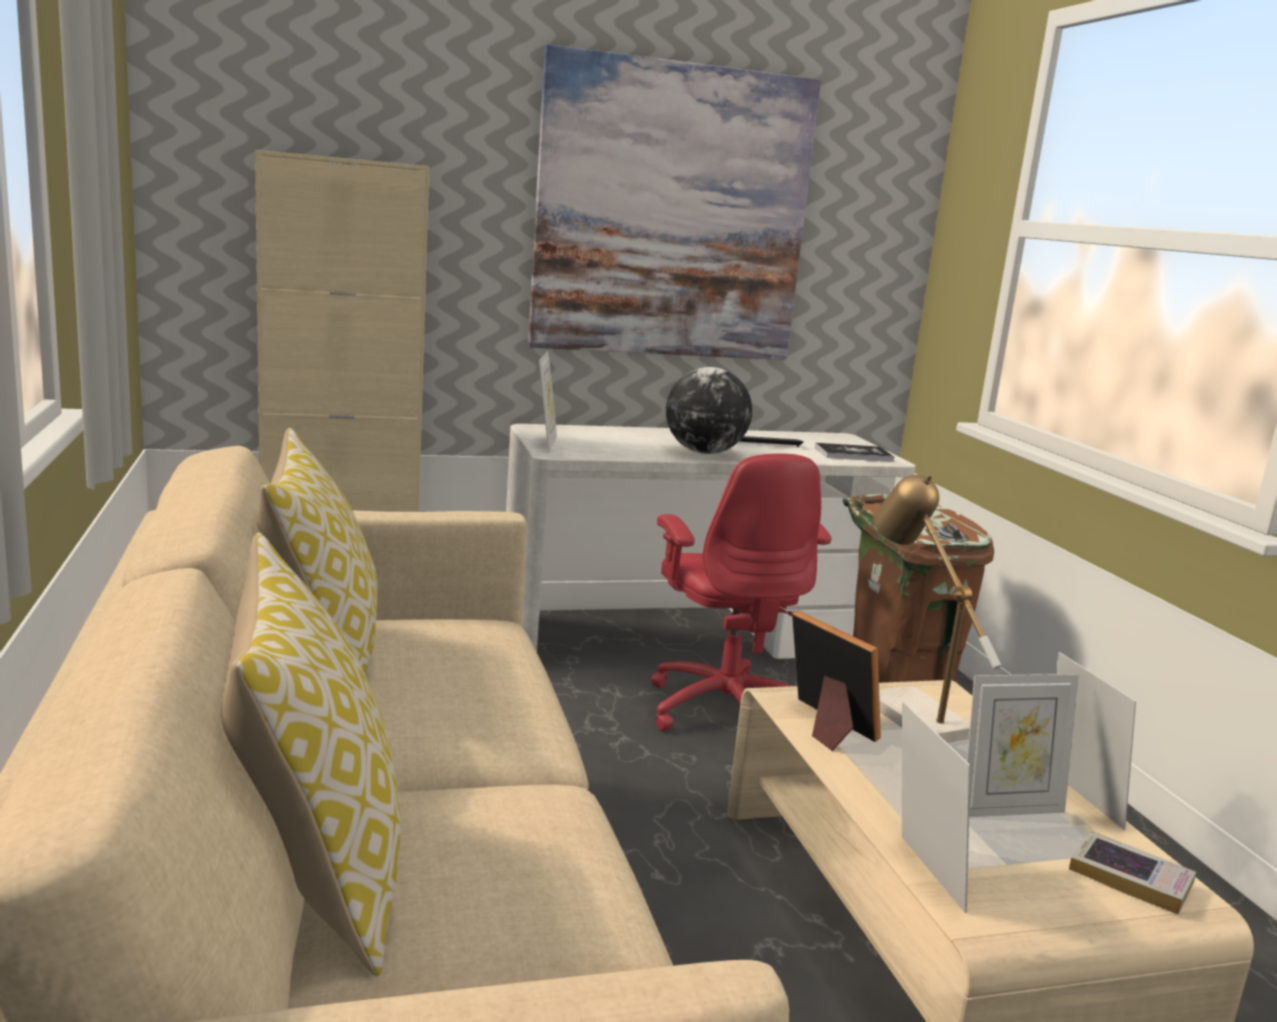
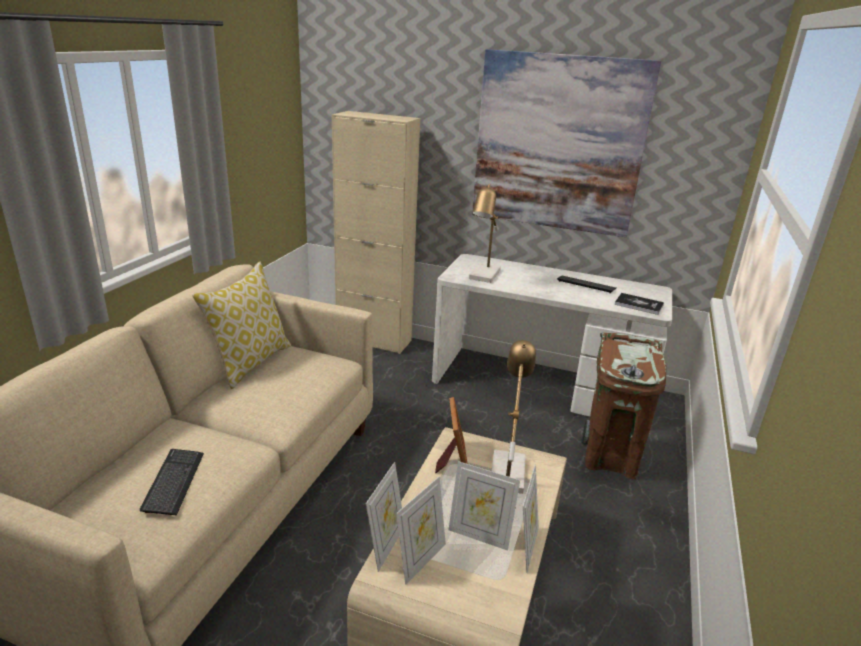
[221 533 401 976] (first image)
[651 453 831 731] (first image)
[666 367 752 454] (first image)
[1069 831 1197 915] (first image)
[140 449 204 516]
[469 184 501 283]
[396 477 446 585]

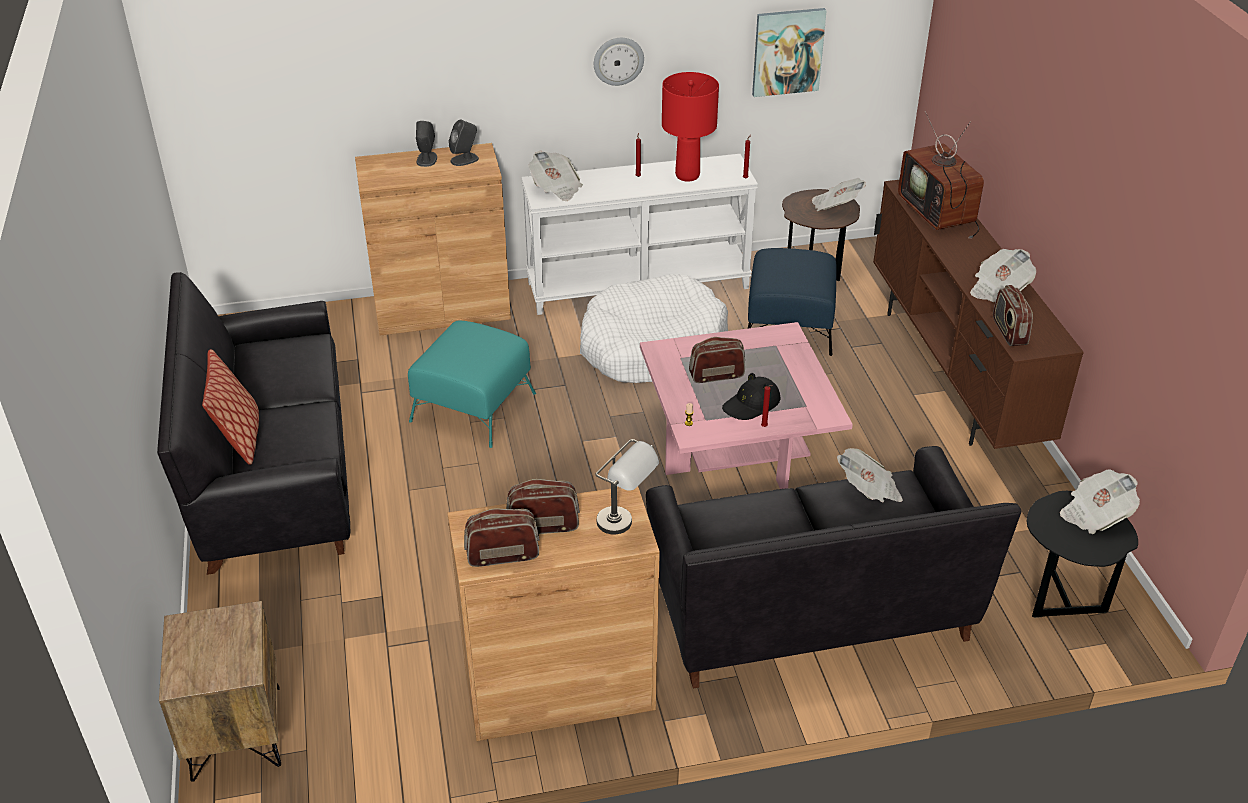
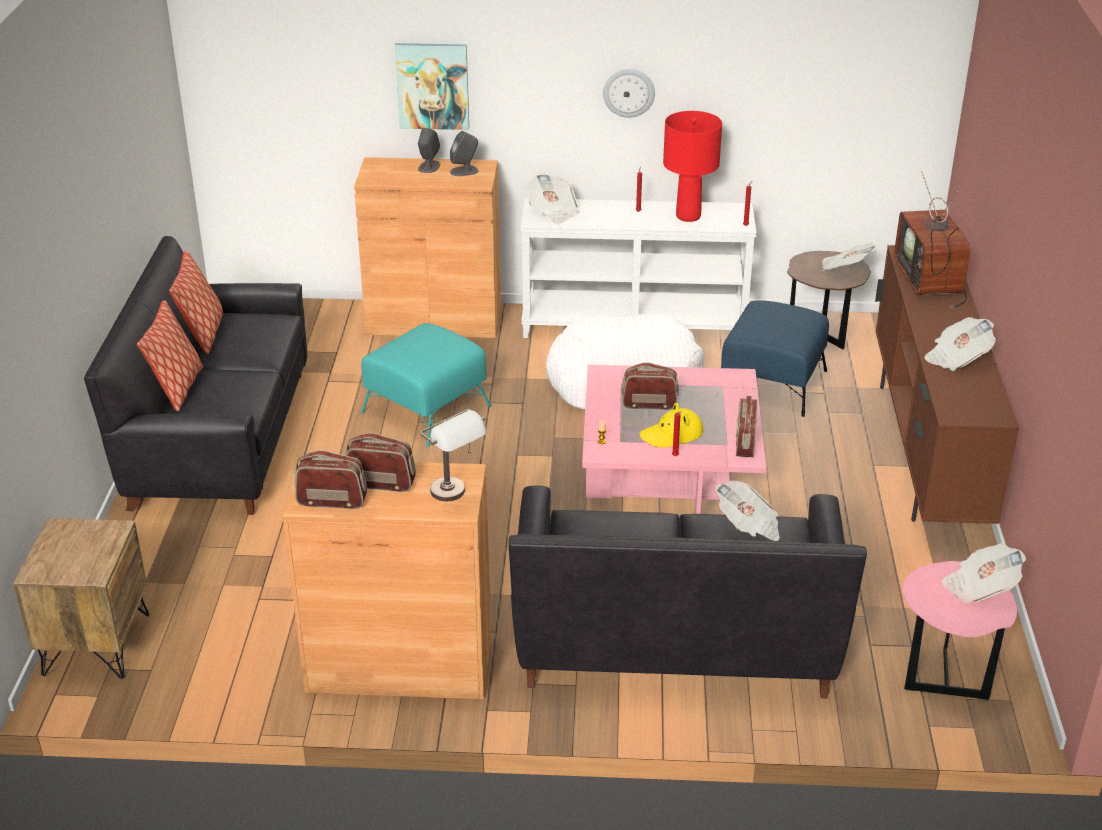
[169 251 223 354]
[395 43 469 130]
[736 396 758 457]
[640 403 703 448]
[902 561 1017 700]

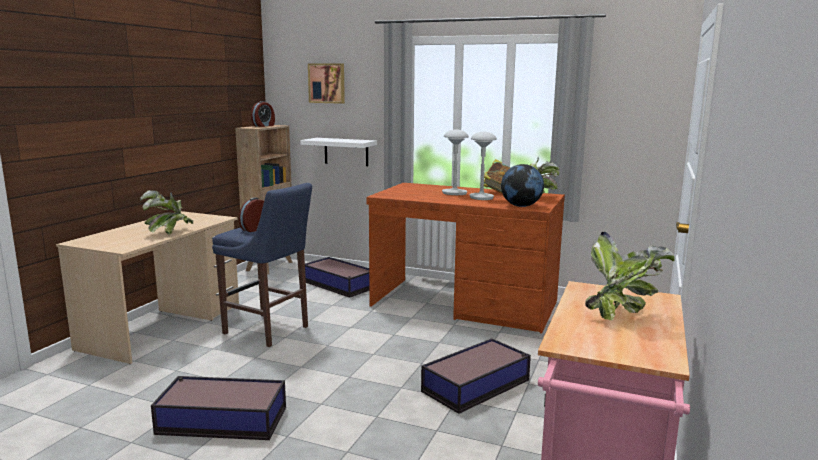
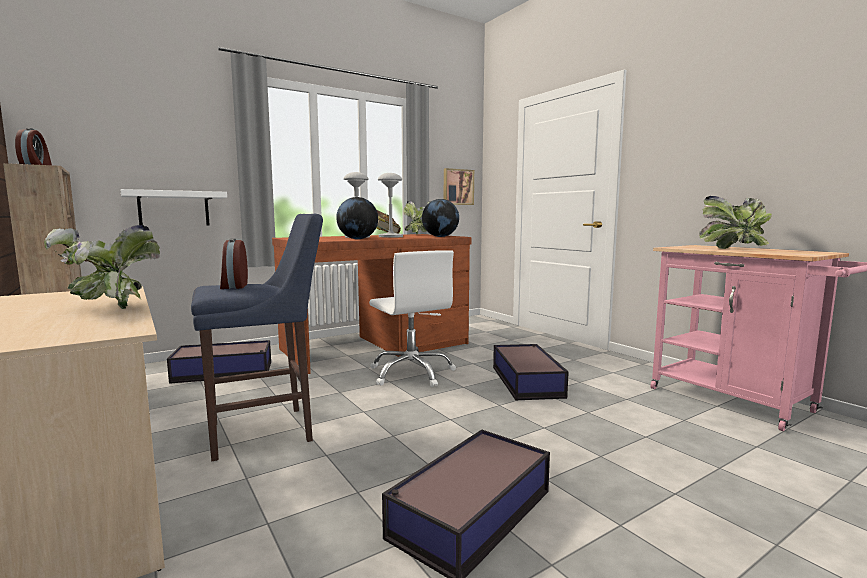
[336 197 378 239]
[369 250 456 387]
[444 168 474 205]

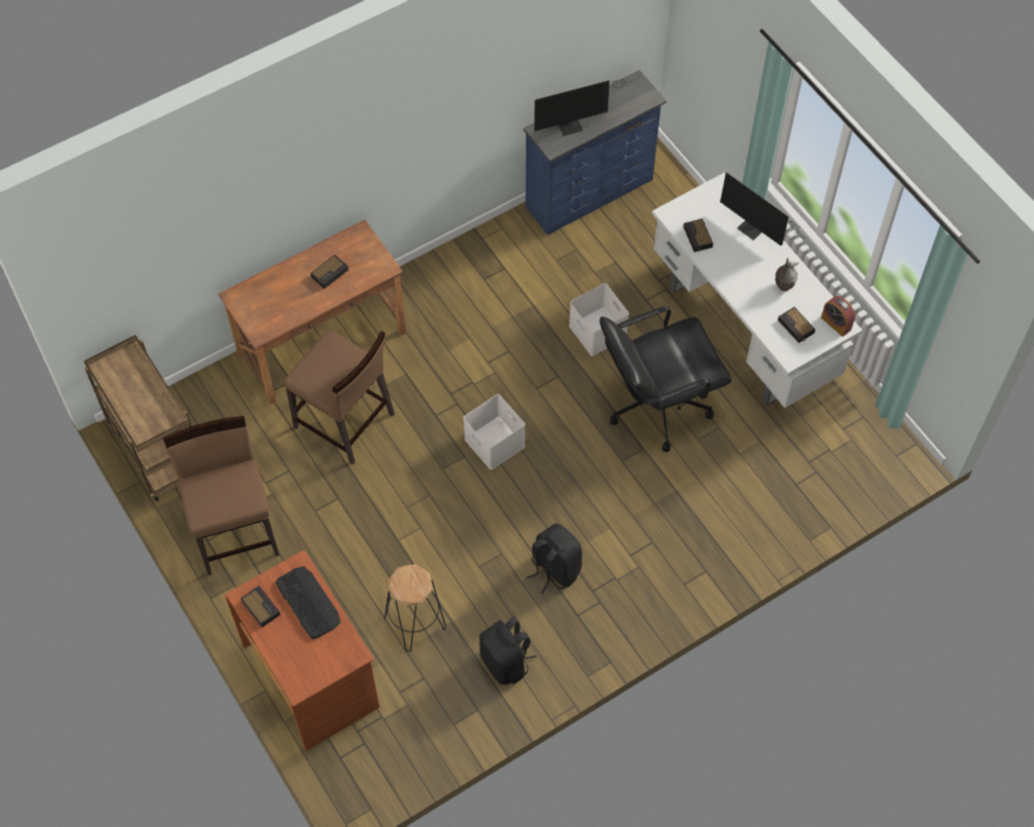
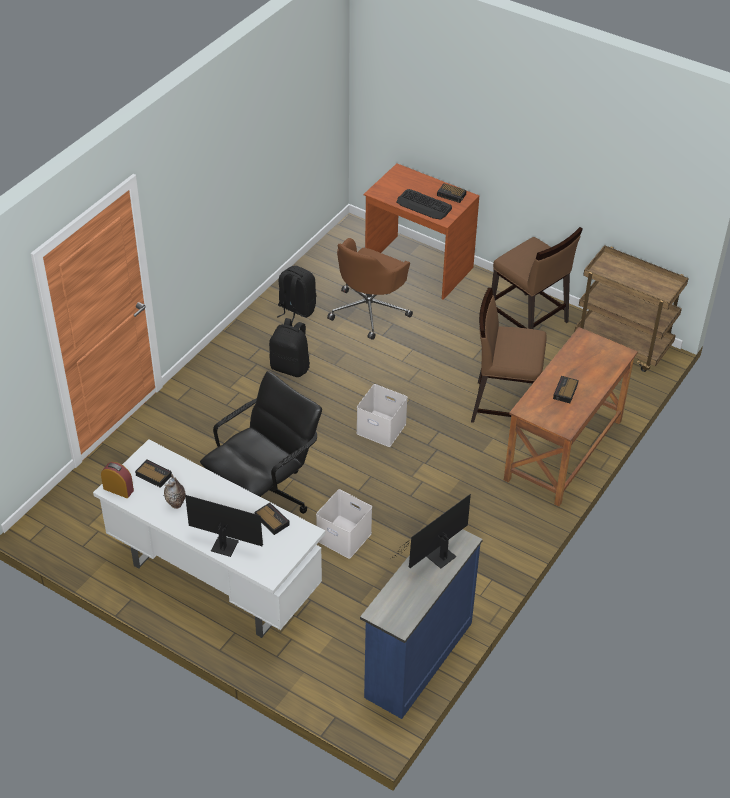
[327 238 413 340]

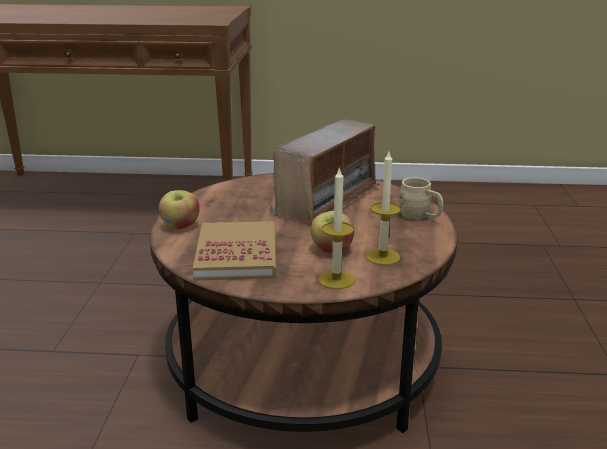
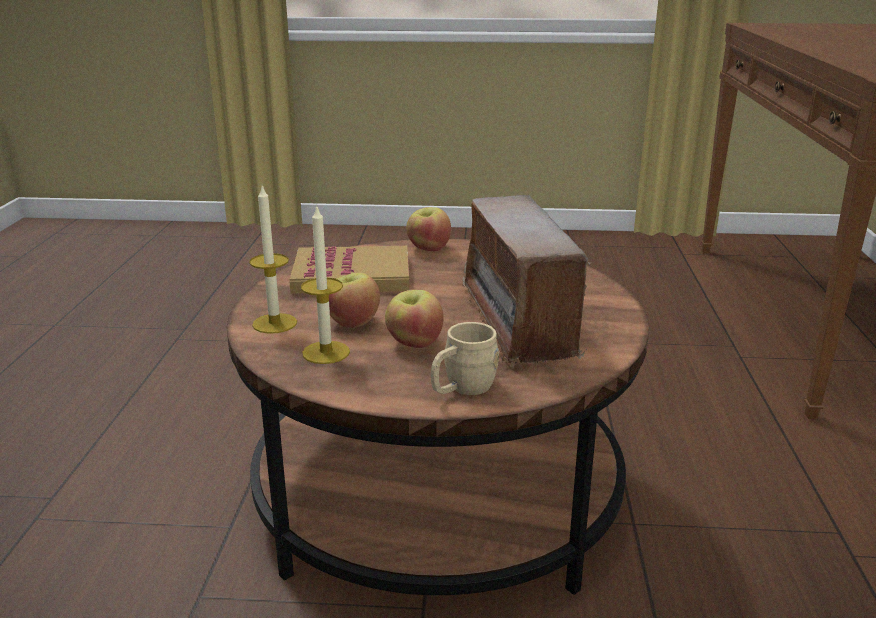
[385 290 443 348]
[462 195 591 368]

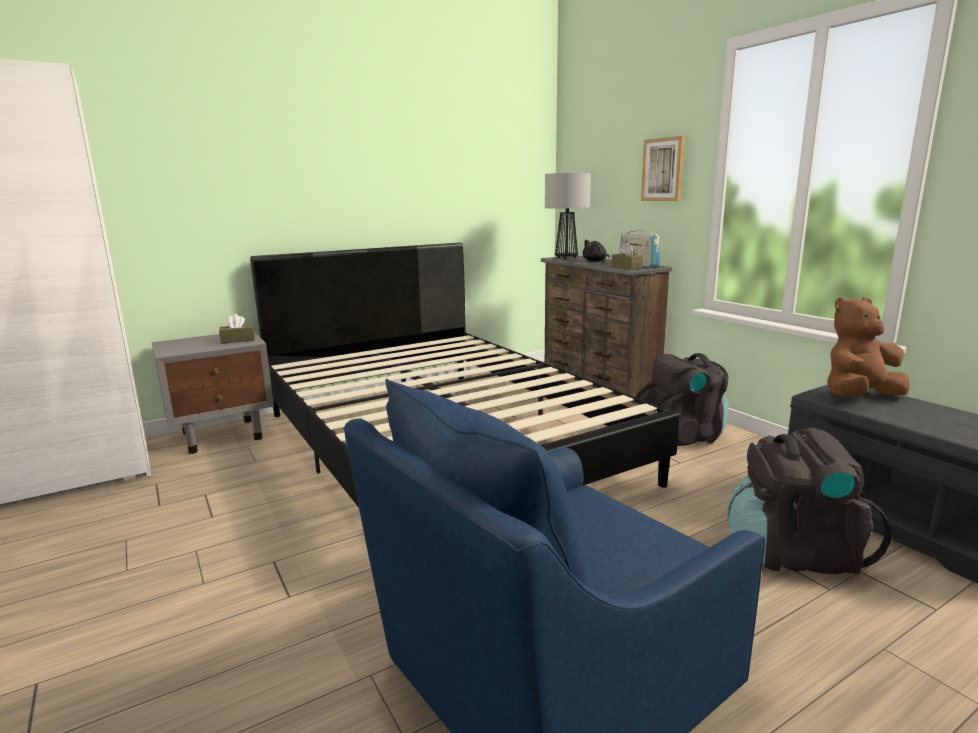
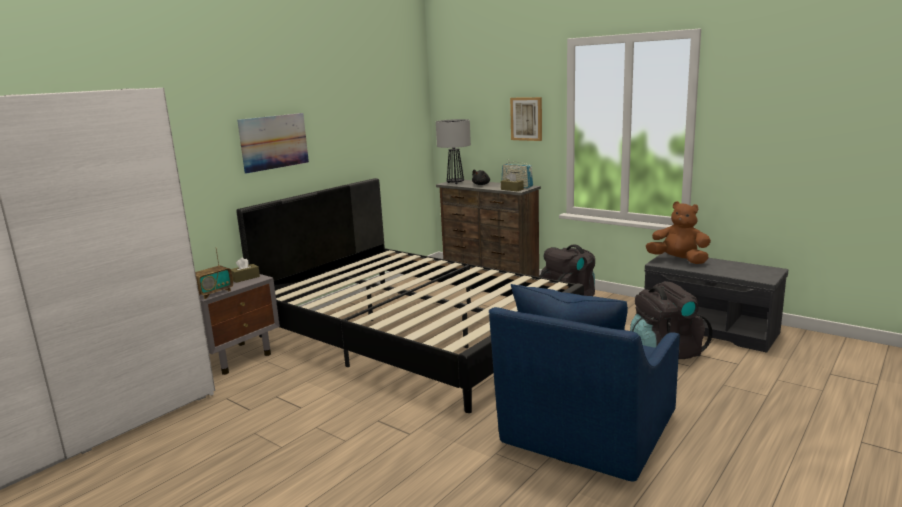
[195 248 233 299]
[237 113 309 174]
[646 201 711 264]

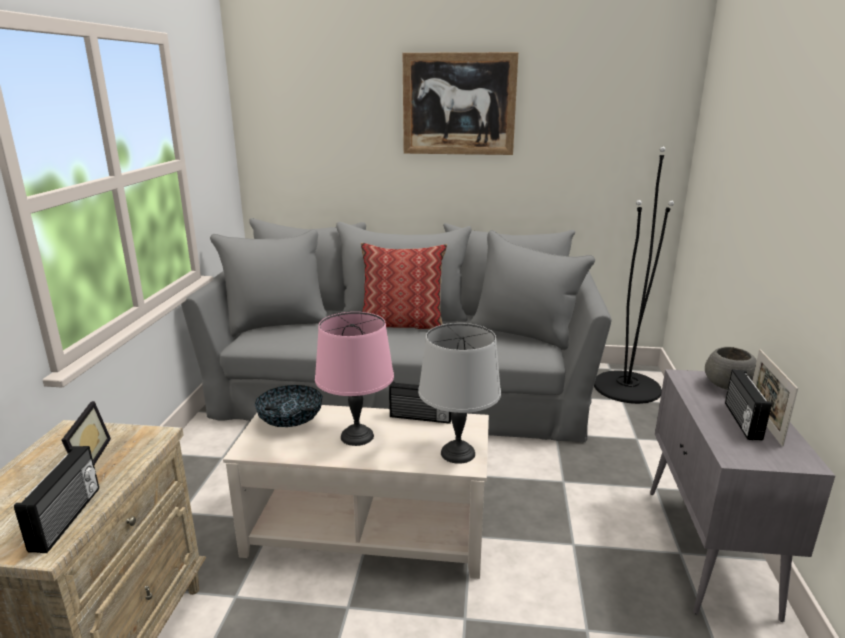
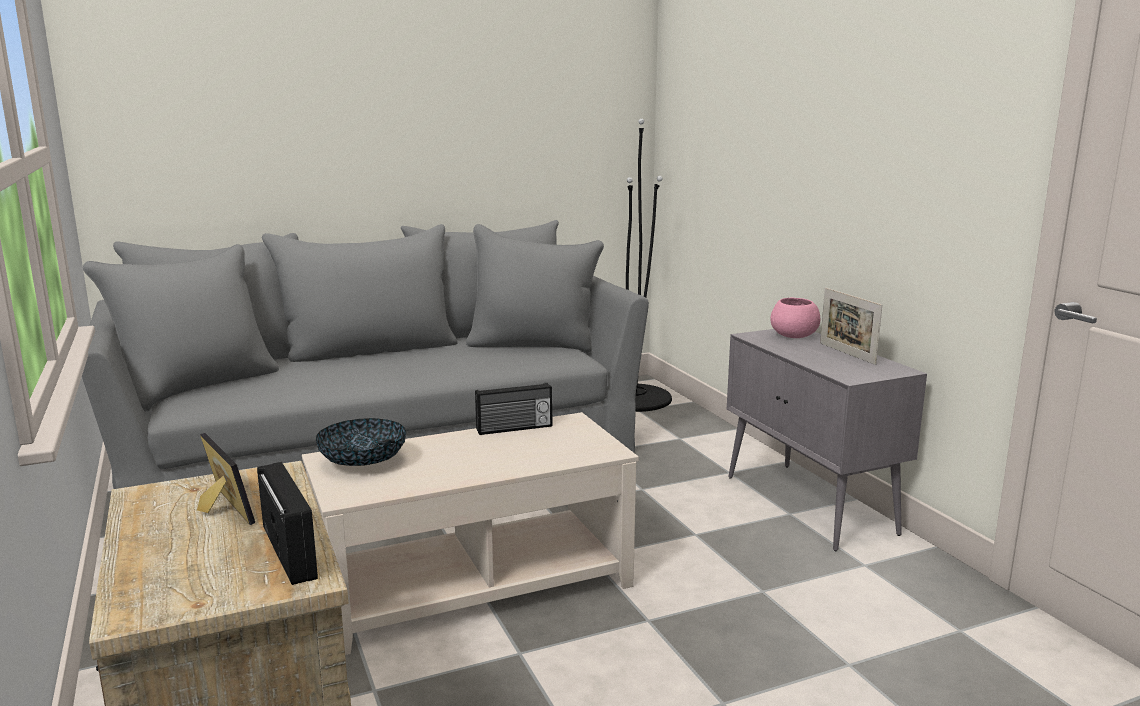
[315 312 394 446] (first image)
[361 243 447 329] (first image)
[403 52 518 155] (first image)
[418 323 501 464] (first image)
[725 369 772 441] (first image)
[770 298 820 338]

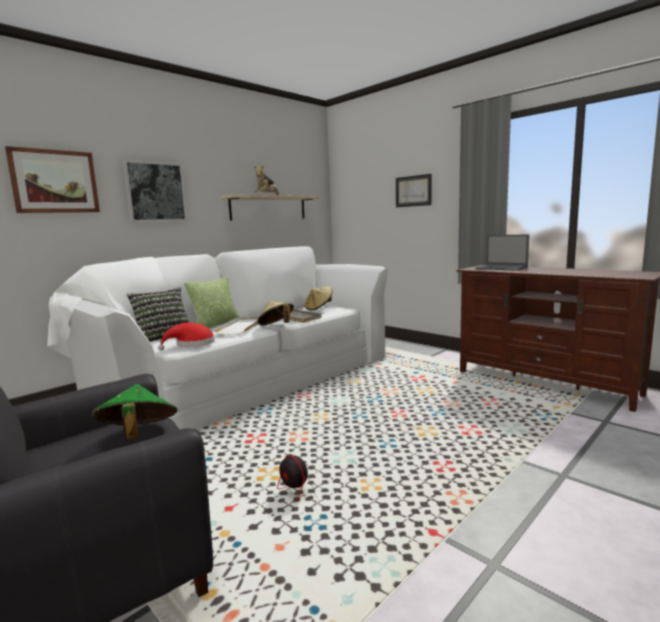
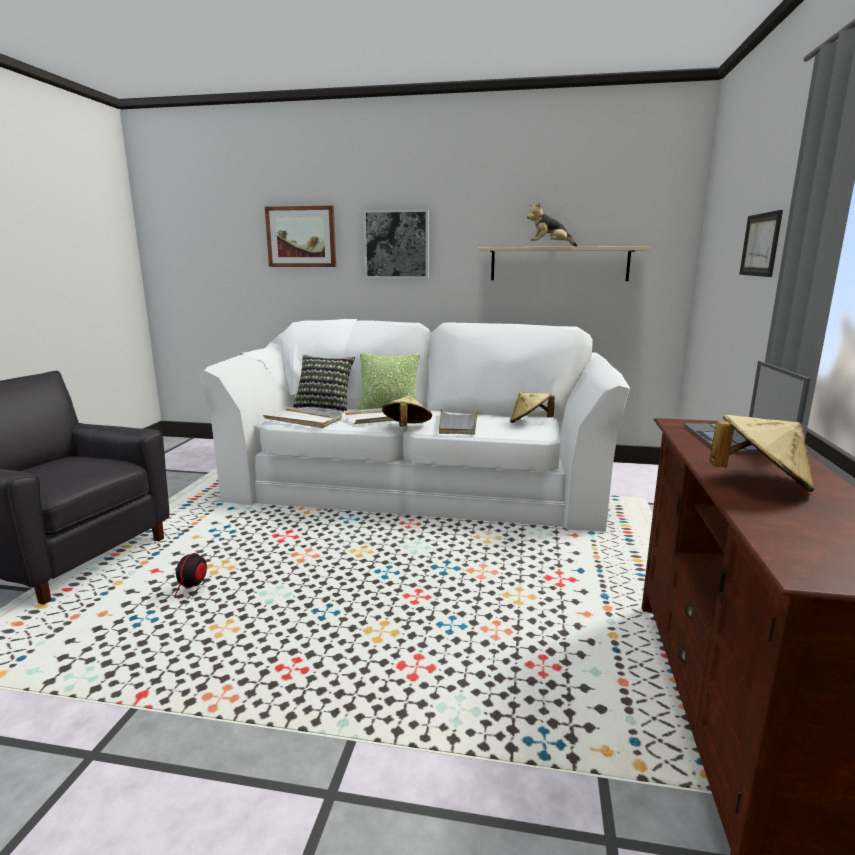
[92 384 177 440] (first image)
[710 415 814 492]
[263 406 342 428]

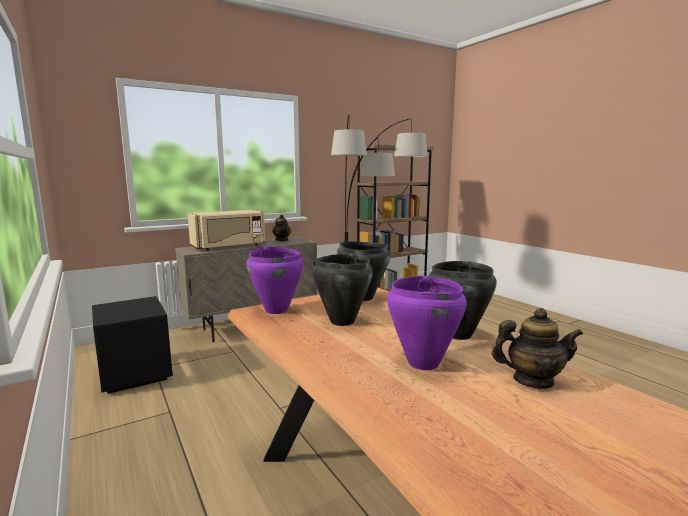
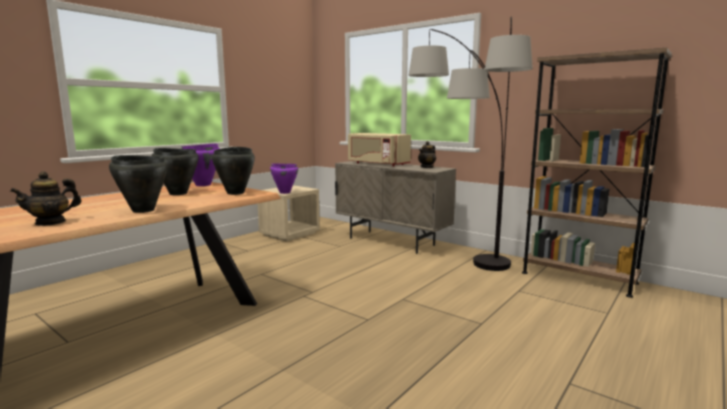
[270 164 298 194]
[258 185 320 242]
[10 171 81 226]

